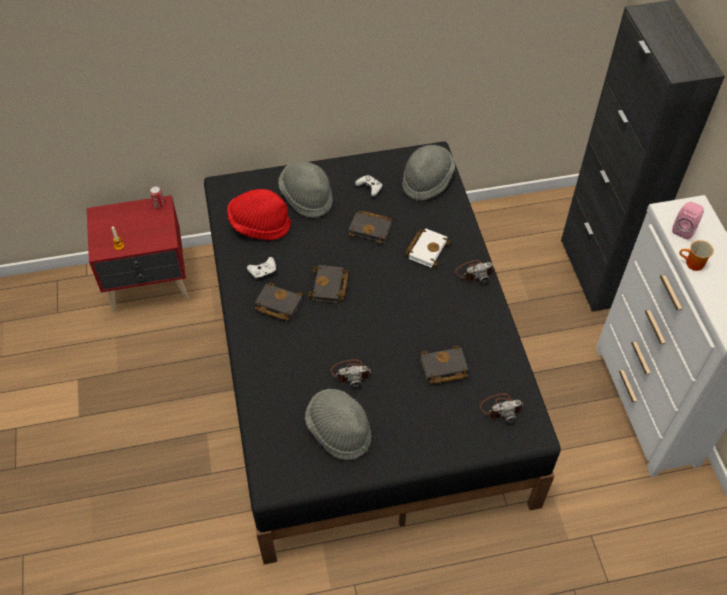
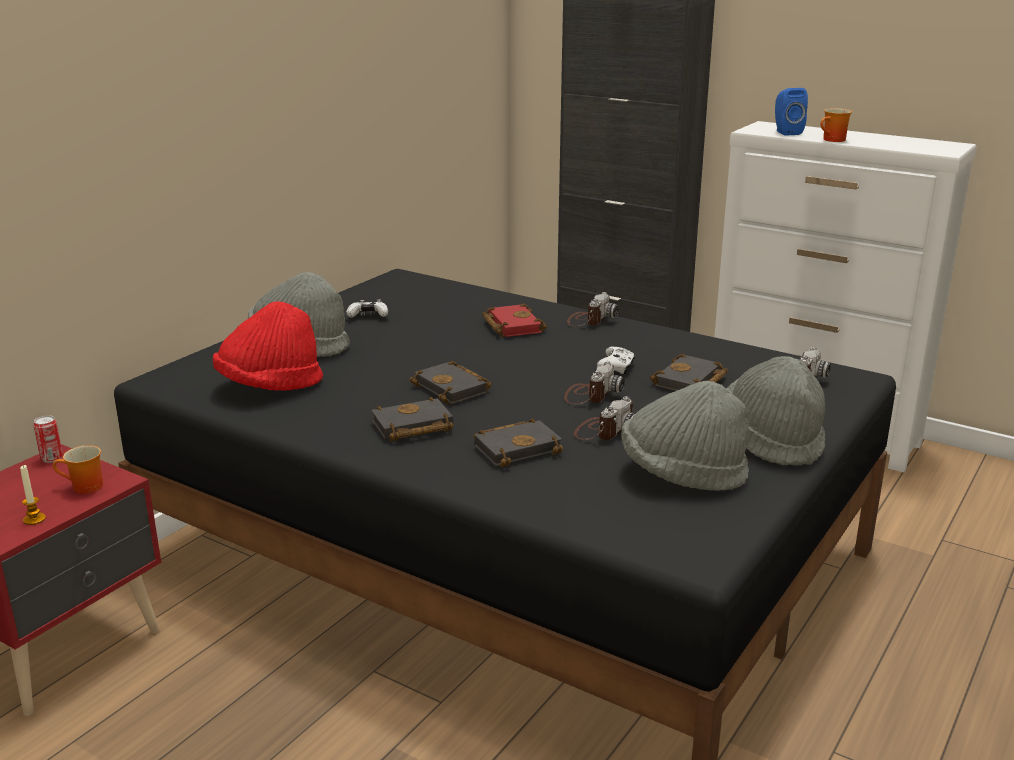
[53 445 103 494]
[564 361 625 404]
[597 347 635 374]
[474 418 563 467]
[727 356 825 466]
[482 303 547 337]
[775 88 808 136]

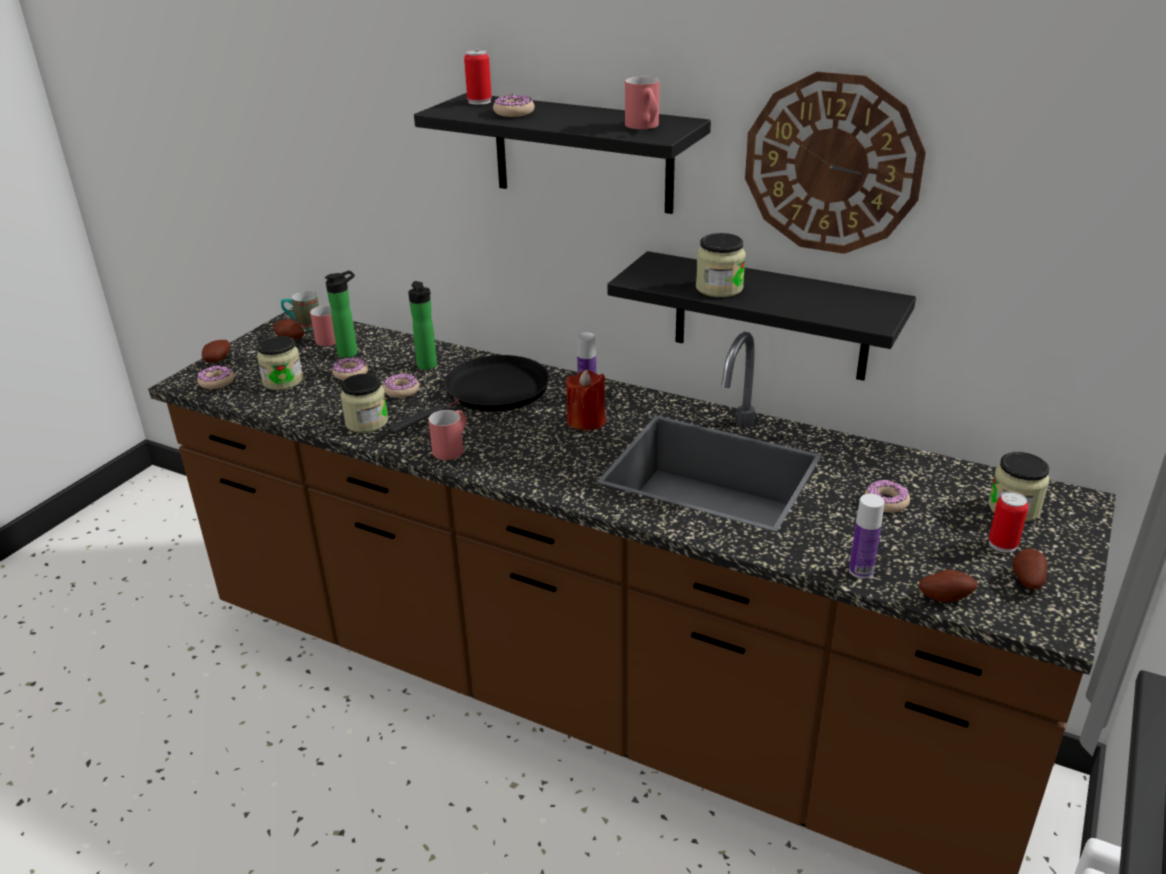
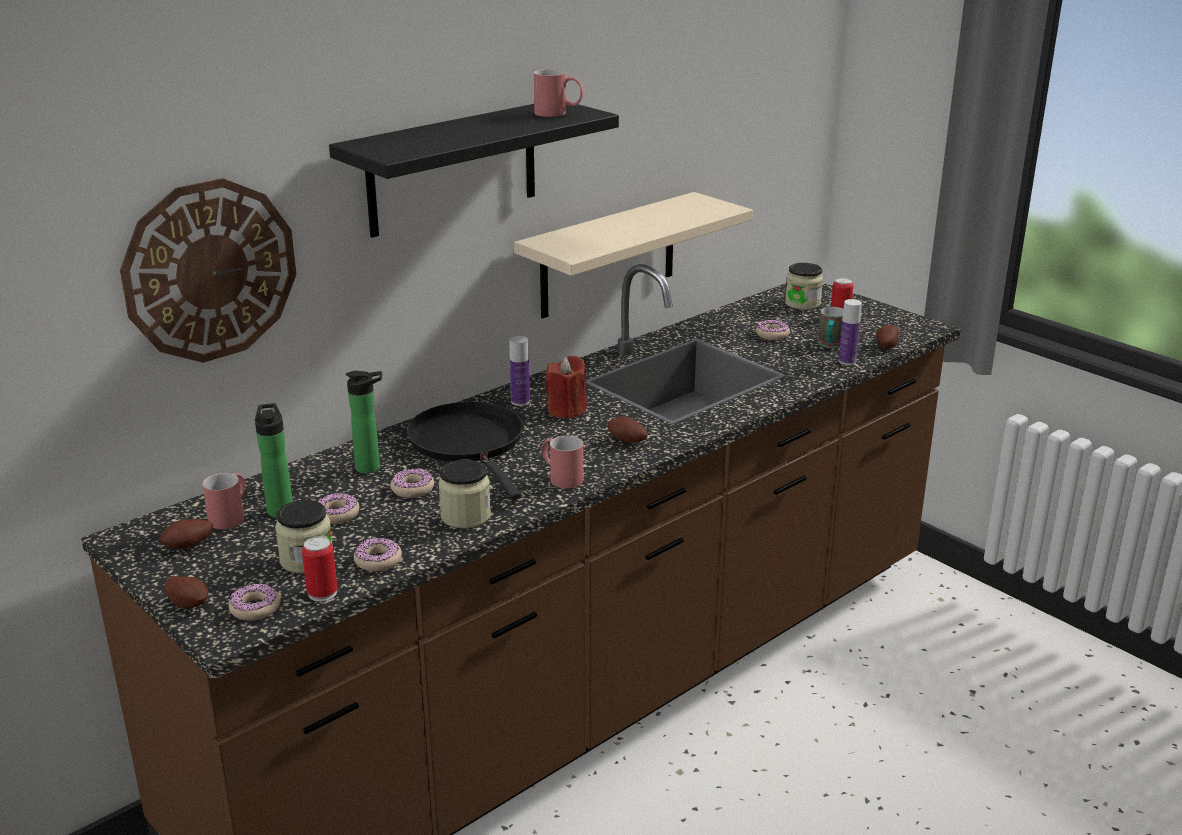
[696 233 746 297] (first image)
[818 307 843 348]
[302 536 337 602]
[354 537 402 572]
[120 178 296 363]
[608 416 647 443]
[514 192 753 318]

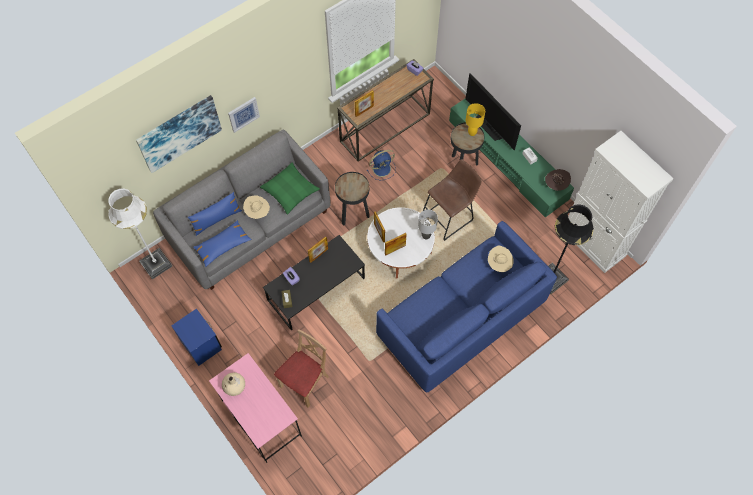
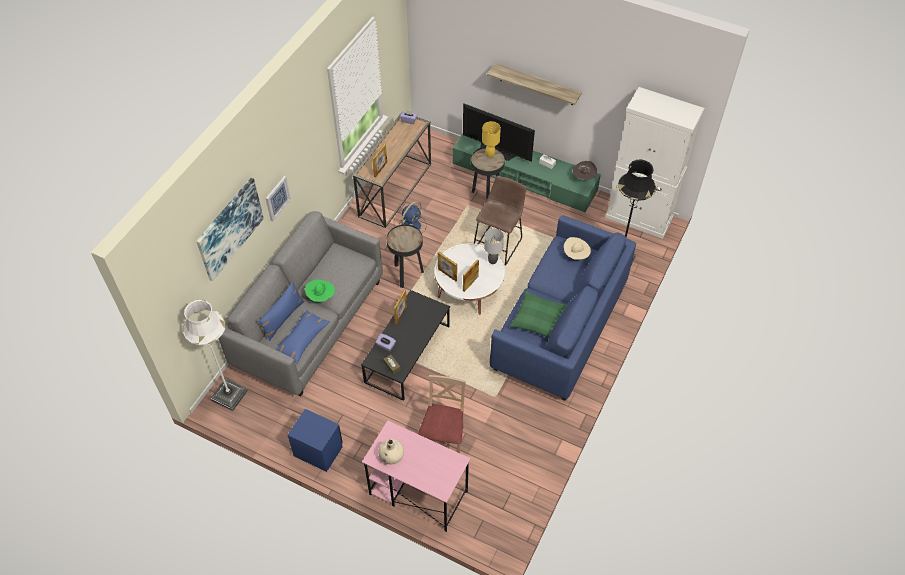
[487 63 582 105]
[510 291 568 338]
[305 280 335 302]

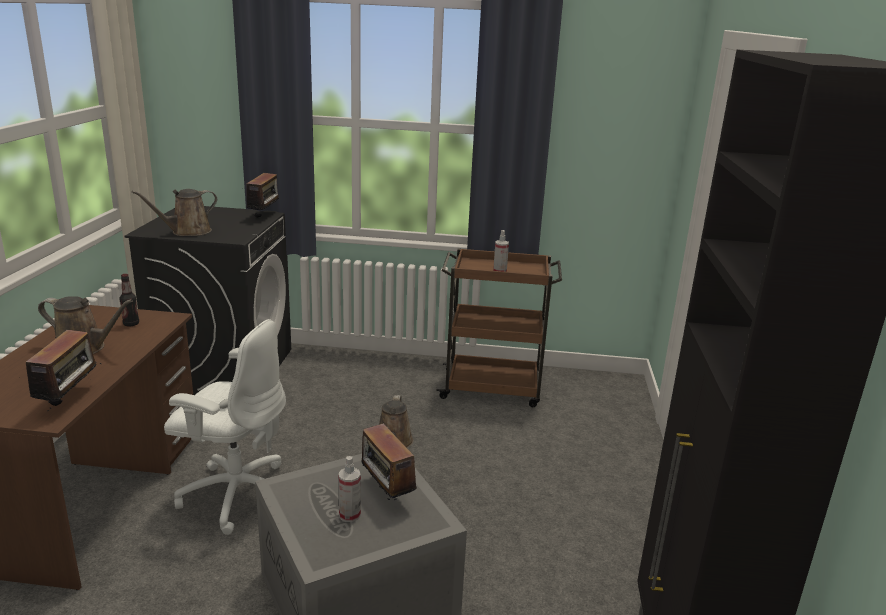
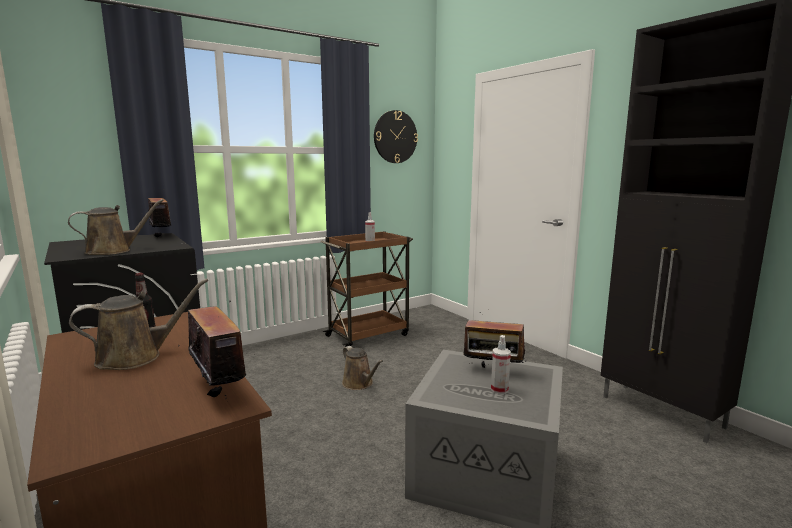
[164 319 286 535] (first image)
[374 110 418 163]
[68 199 164 255]

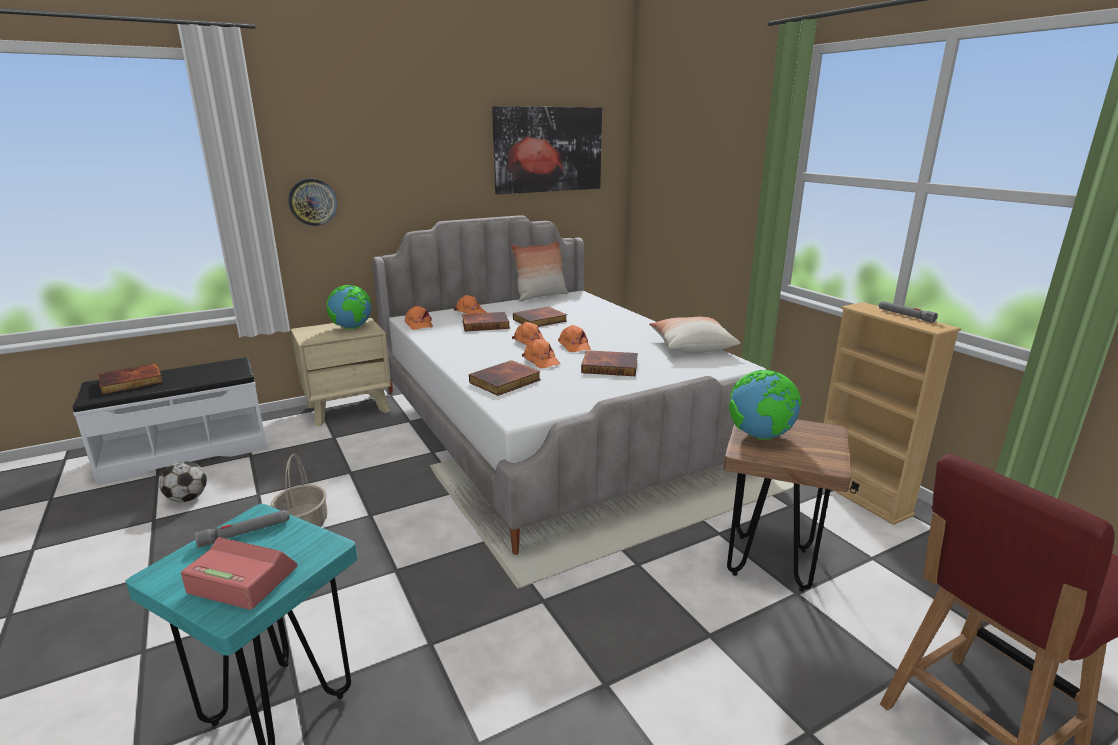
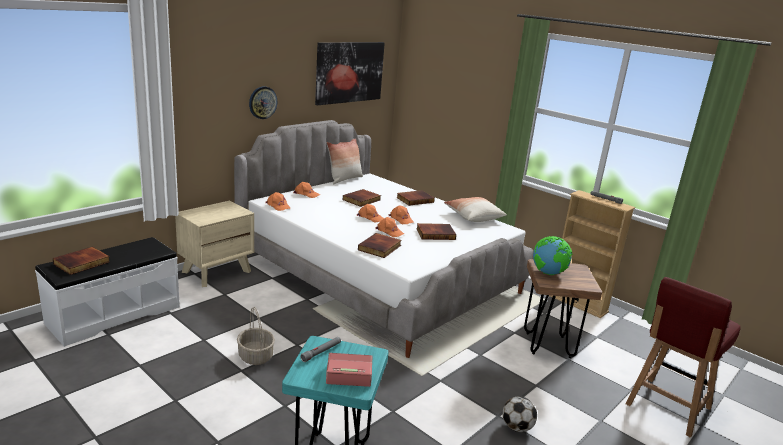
[326 285 372 329] (first image)
[503 396 537 432]
[249 86 277 119]
[396 190 435 206]

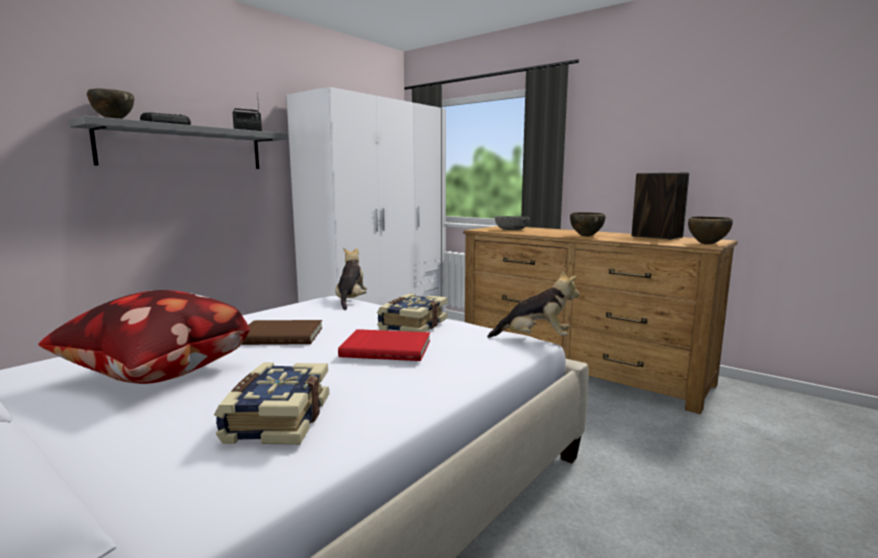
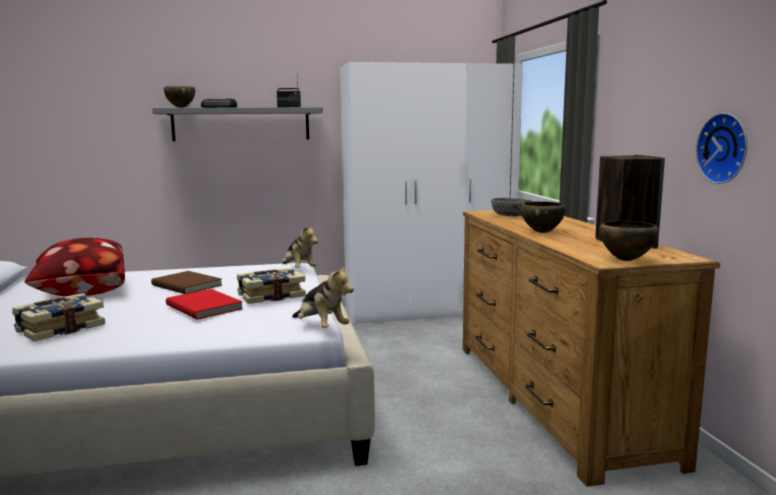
[696 113 747 184]
[282 224 318 268]

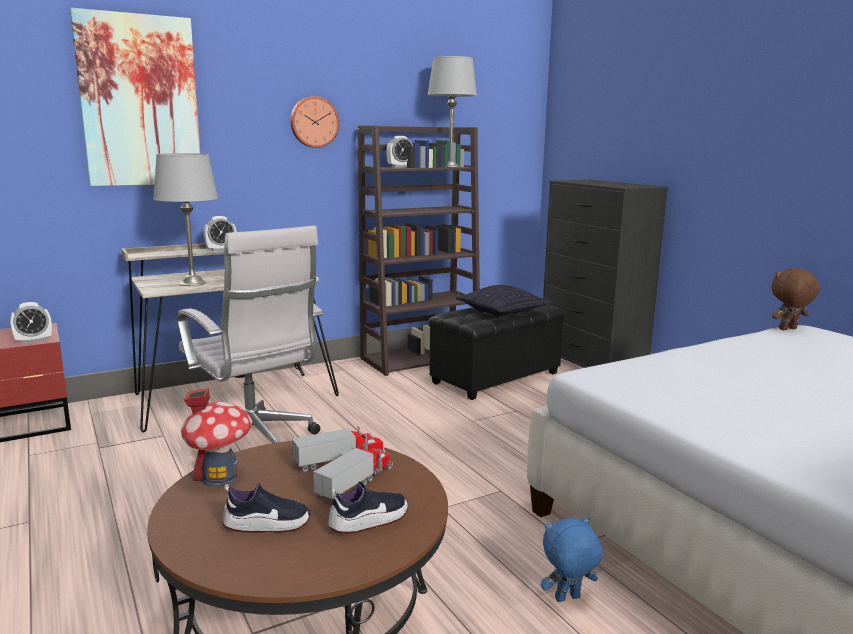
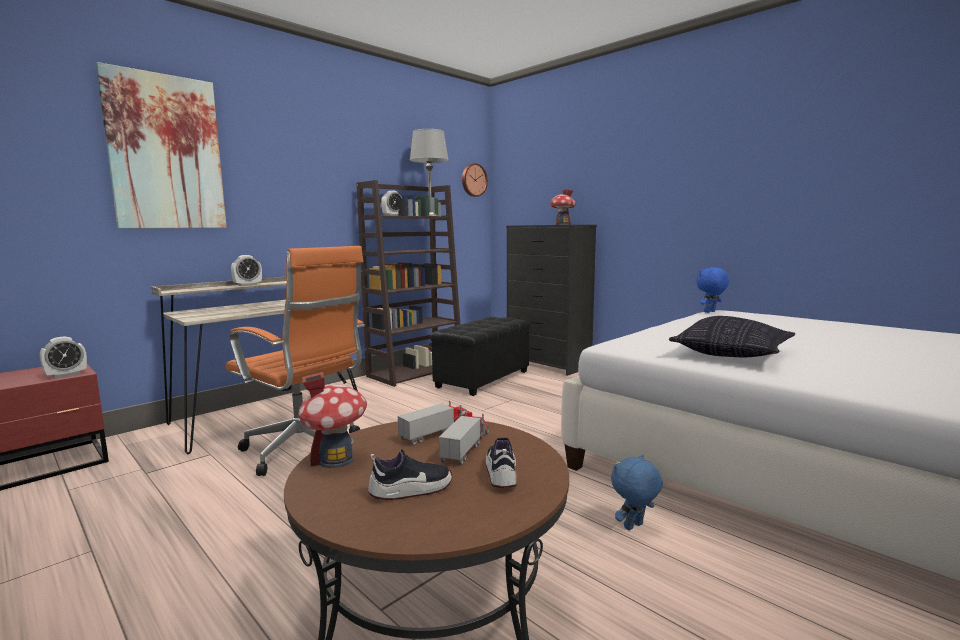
[153 153 218 286] (first image)
[550 189 576 225]
[462 163 488 197]
[669 316 795 357]
[226 246 365 476]
[696 267 729 313]
[486 438 517 488]

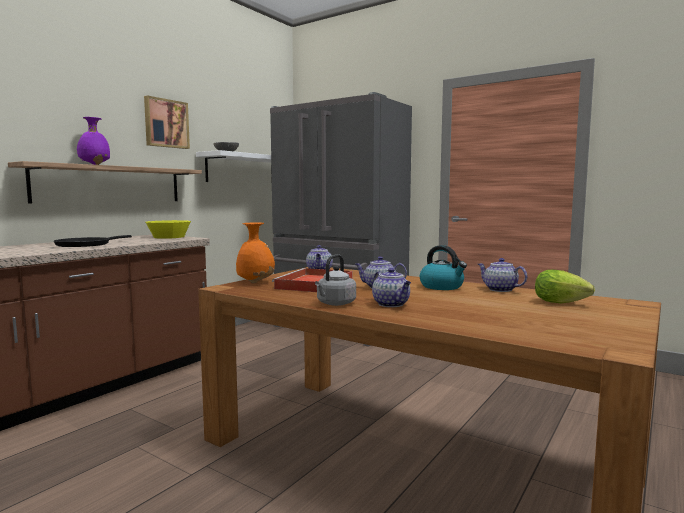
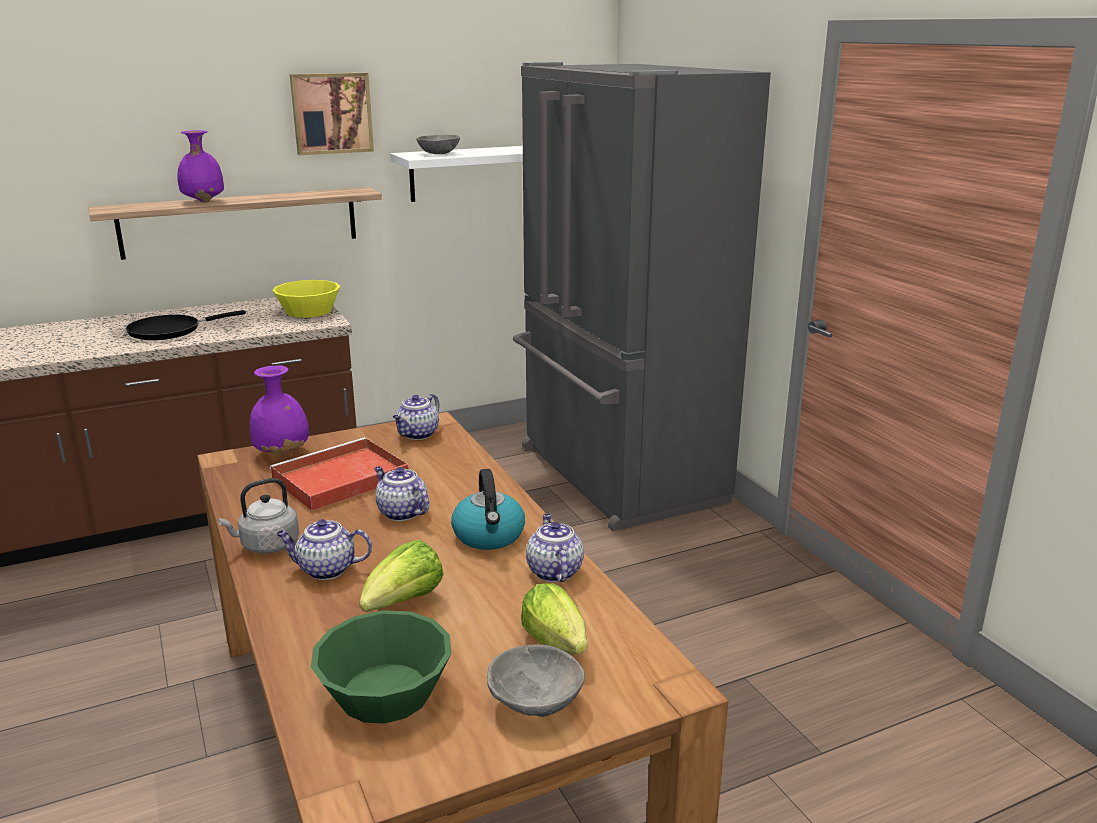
[311 610 452 724]
[360 540 444 612]
[487 645 585 717]
[250 365 309 455]
[276 519 372 580]

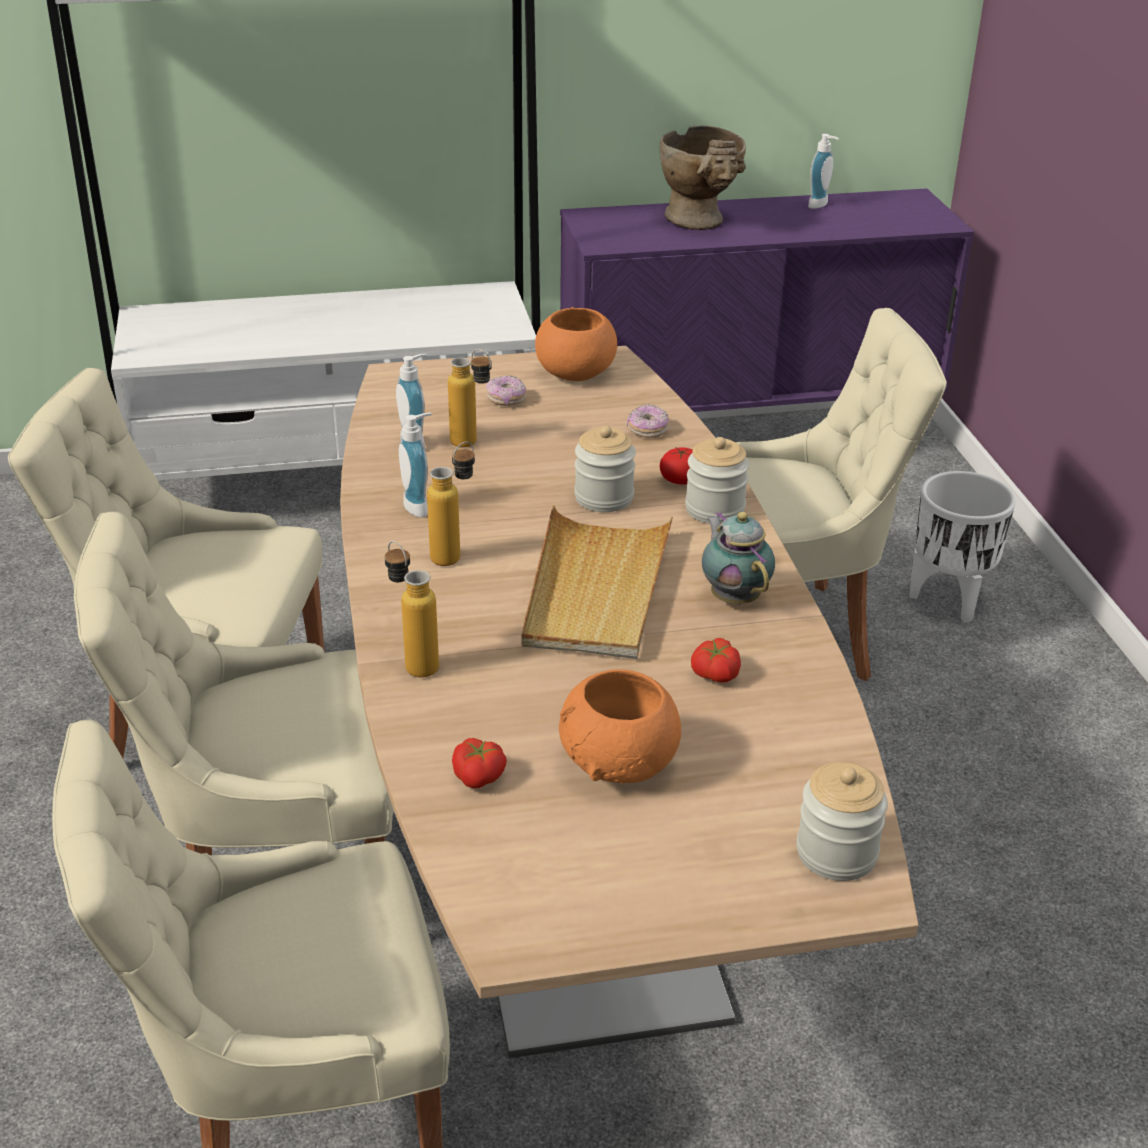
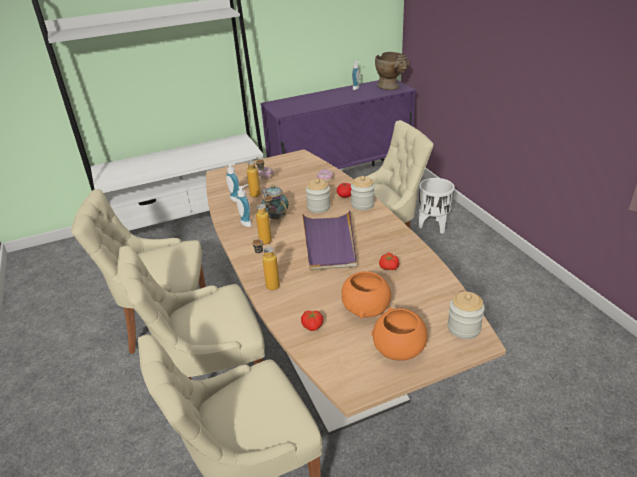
[371 307 428 361]
[375 52 410 90]
[261 185 288 219]
[302 210 357 270]

